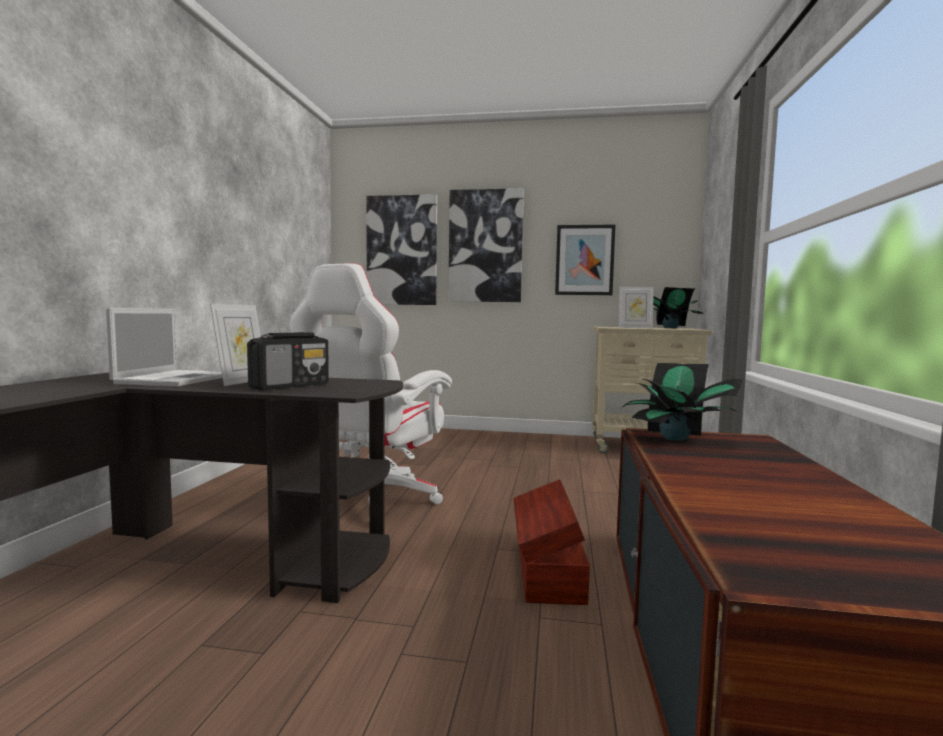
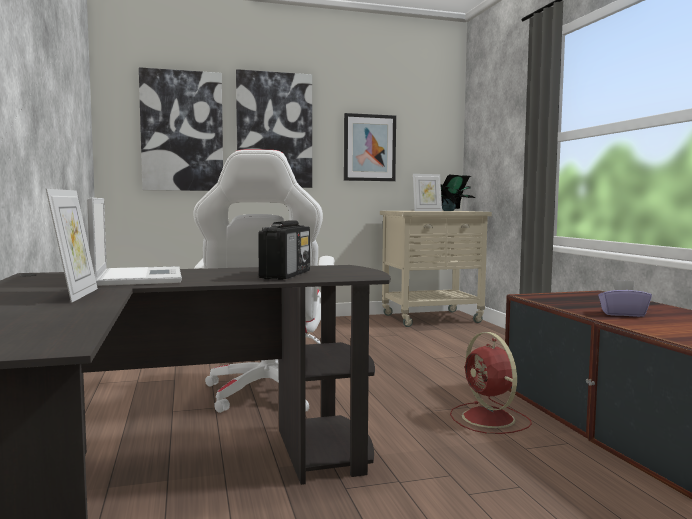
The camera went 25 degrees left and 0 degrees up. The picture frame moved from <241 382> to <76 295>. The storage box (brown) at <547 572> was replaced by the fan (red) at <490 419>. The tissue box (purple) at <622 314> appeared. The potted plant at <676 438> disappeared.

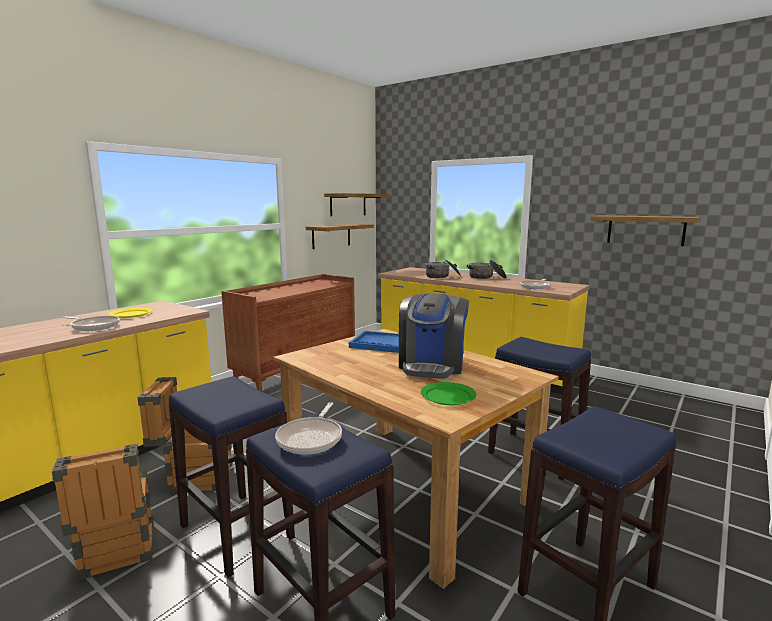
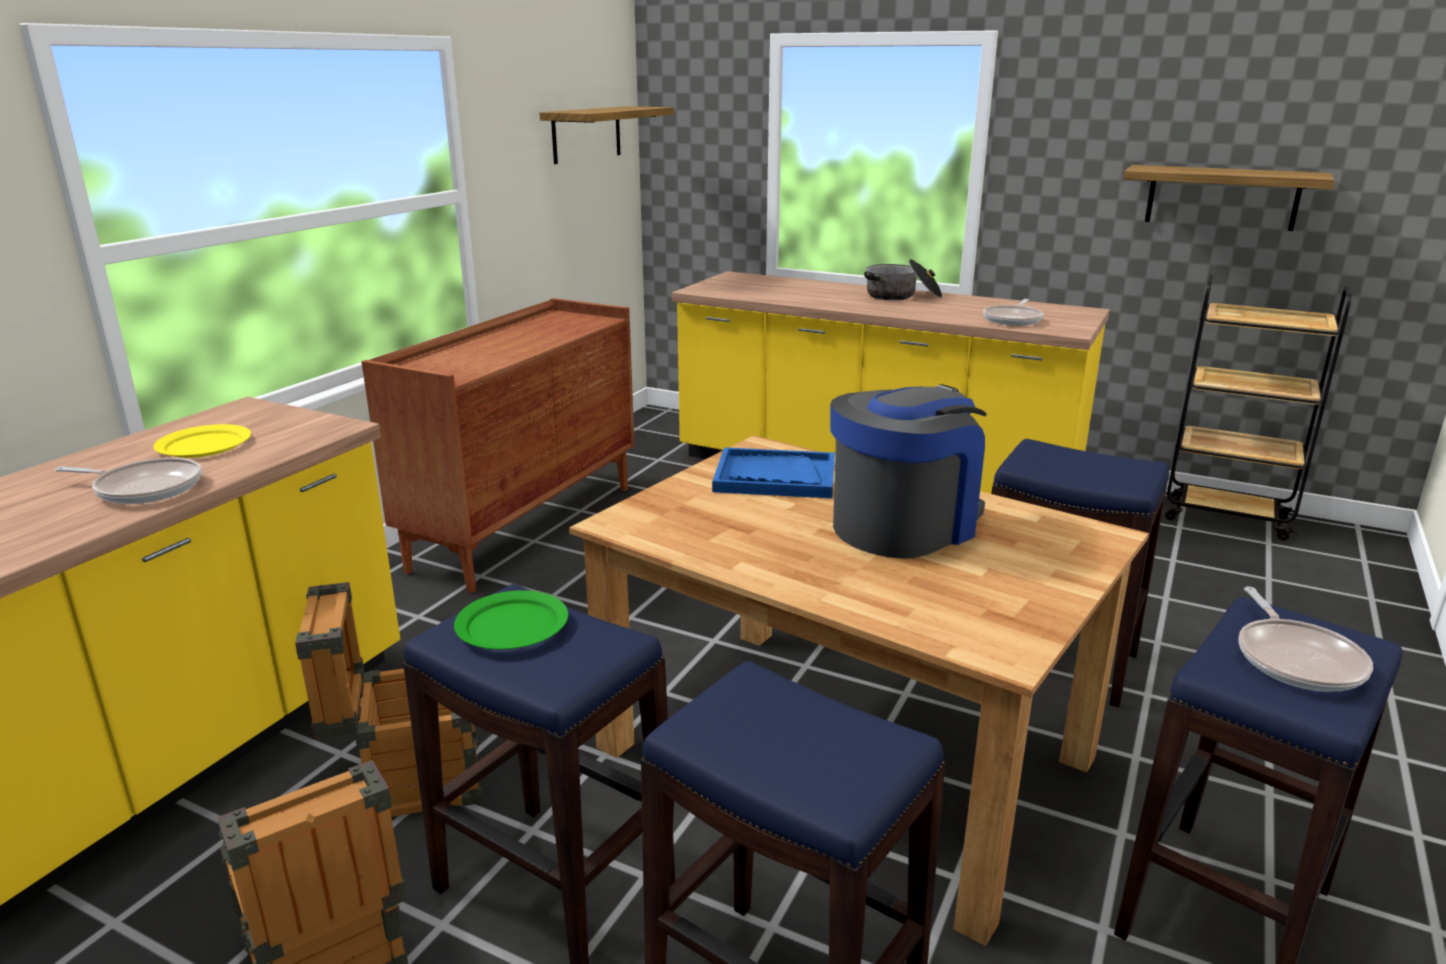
The camera went 10 degrees left and 10 degrees up. The plate (green) moved from <448 396> to <513 625>. The coffee machine at <432 365> turned 135 degrees counterclockwise. The cart (brown) at <1227 518> appeared. The frying pan moved from <311 438> to <1296 659>. The shelf at <331 236> disappeared. The cooking pot at <442 276> disappeared.

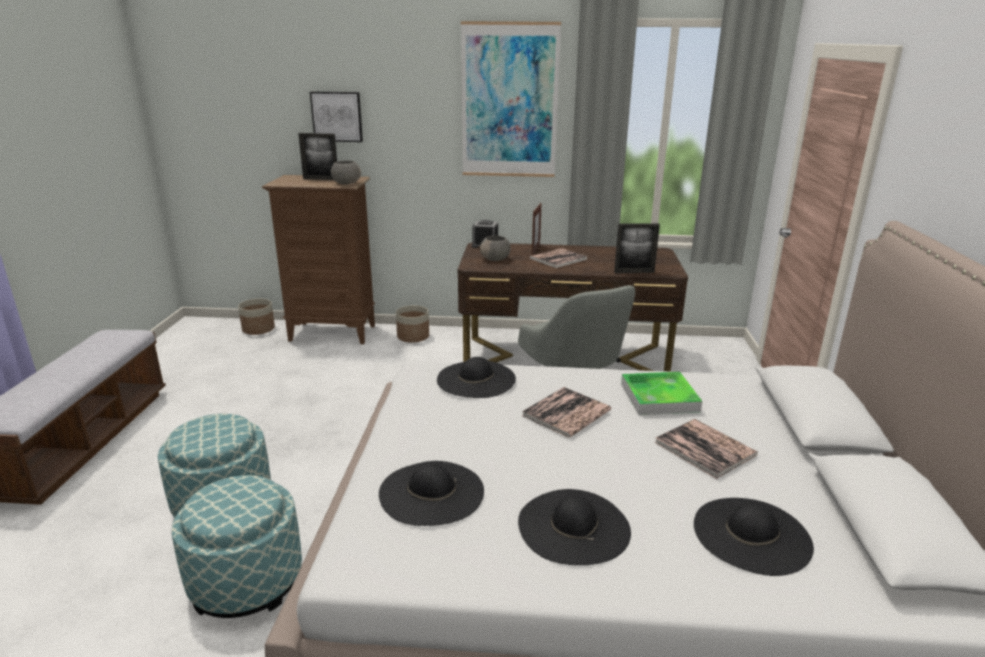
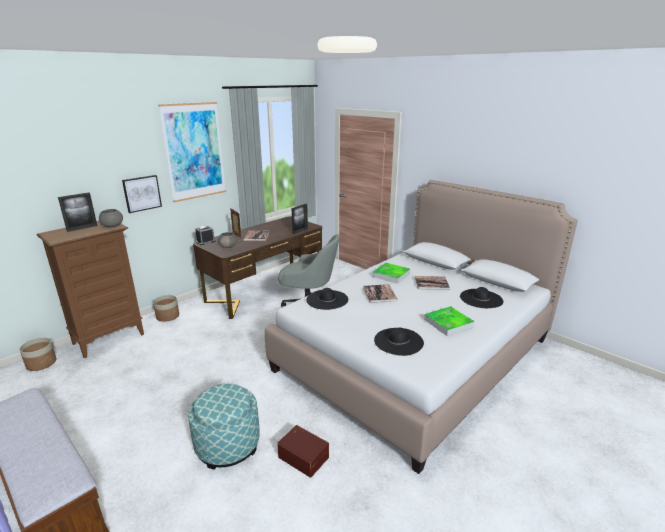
The camera went 50 degrees left and 0 degrees up. The picture moved from <337 116> to <142 193>. The ottoman at <246 581> was replaced by the storage box (brown) at <304 456>. The hat (black) at <573 526> was replaced by the tray at <448 323>.

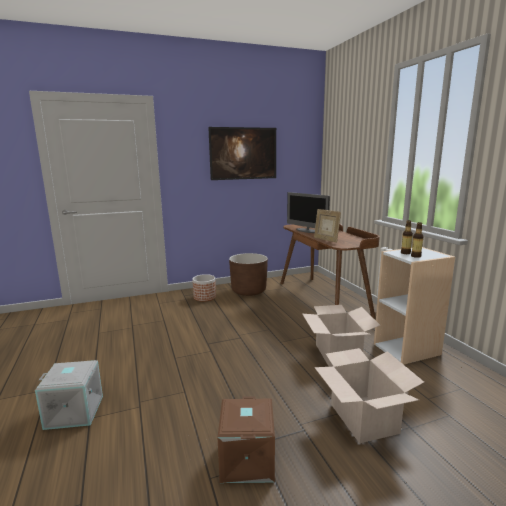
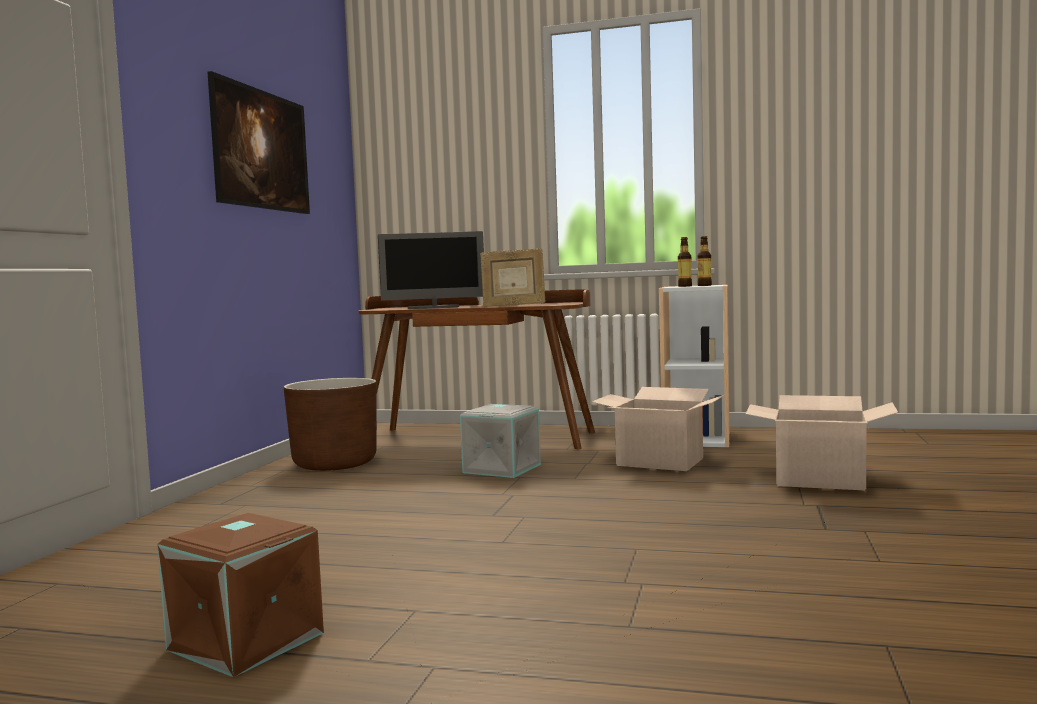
The camera went 55 degrees left and 10 degrees down. The storage box (brown) moved from <246 459> to <243 642>. The storage box (grey) moved from <75 411> to <501 468>. The planter at <204 297> disappeared.

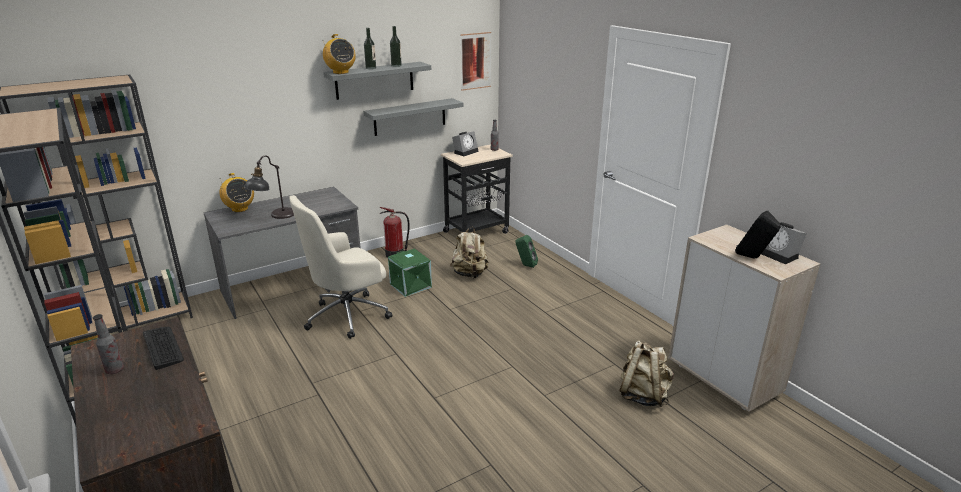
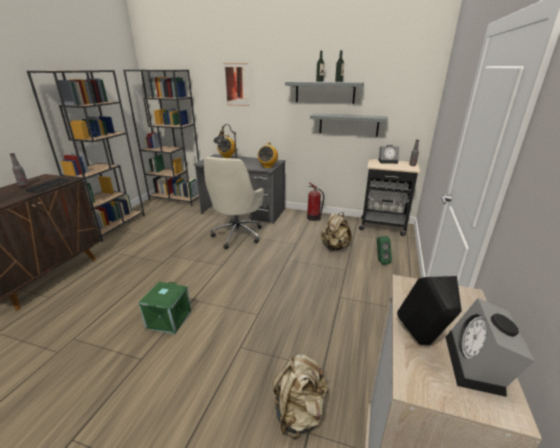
The camera went 50 degrees right and 0 degrees up. The storage box (green) moved from <411 285> to <169 320>. The office chair (beige) at <347 317> turned 90 degrees counterclockwise. The picture moved from <475 61> to <236 85>. The radio moved from <340 72> to <267 166>.

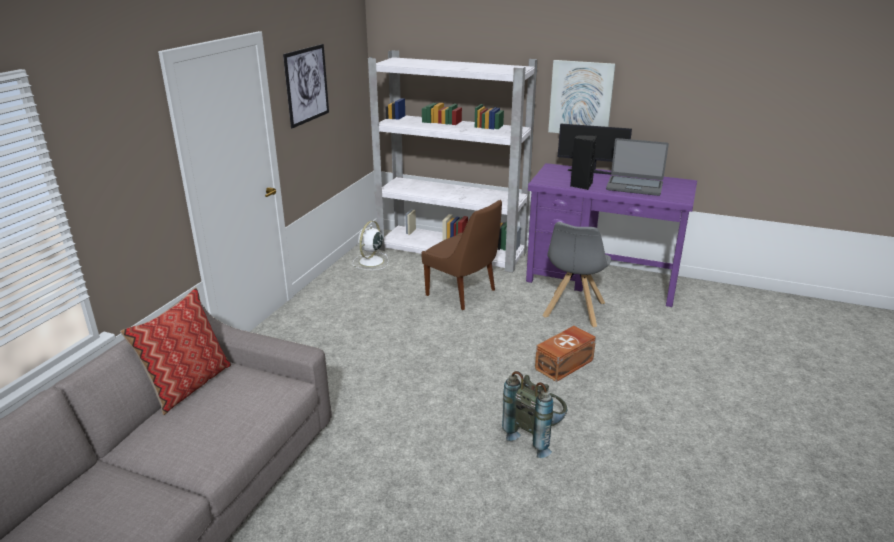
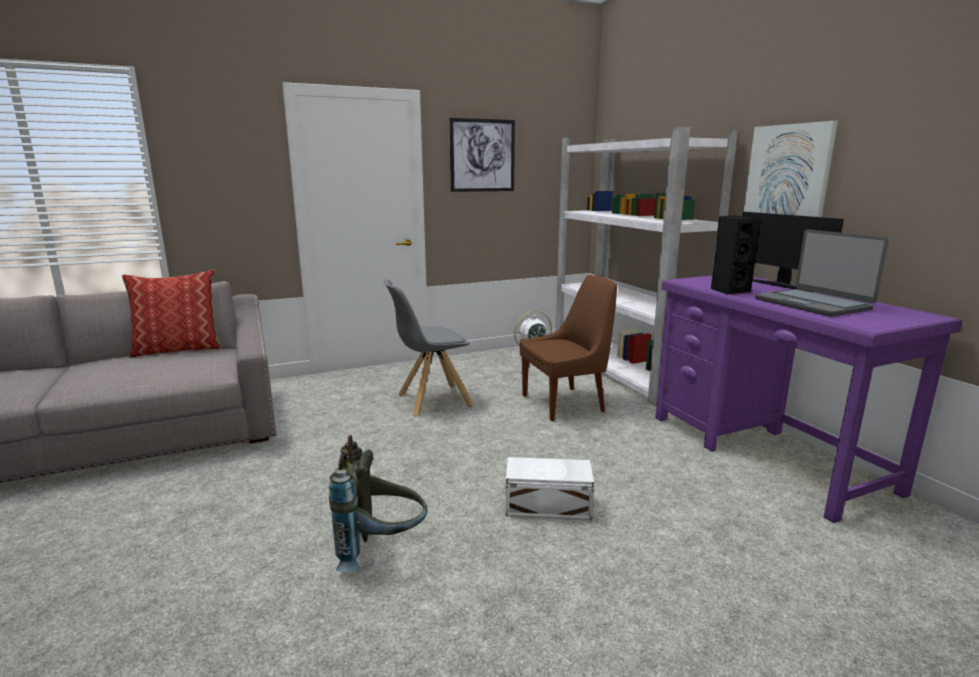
The camera went 45 degrees right and 10 degrees down. The chair (grey) moved from <573 311> to <431 400>. The storage box (brown) at <565 364> became the storage box (white) at <549 506>. The chair (brown) at <463 293> turned 105 degrees counterclockwise.

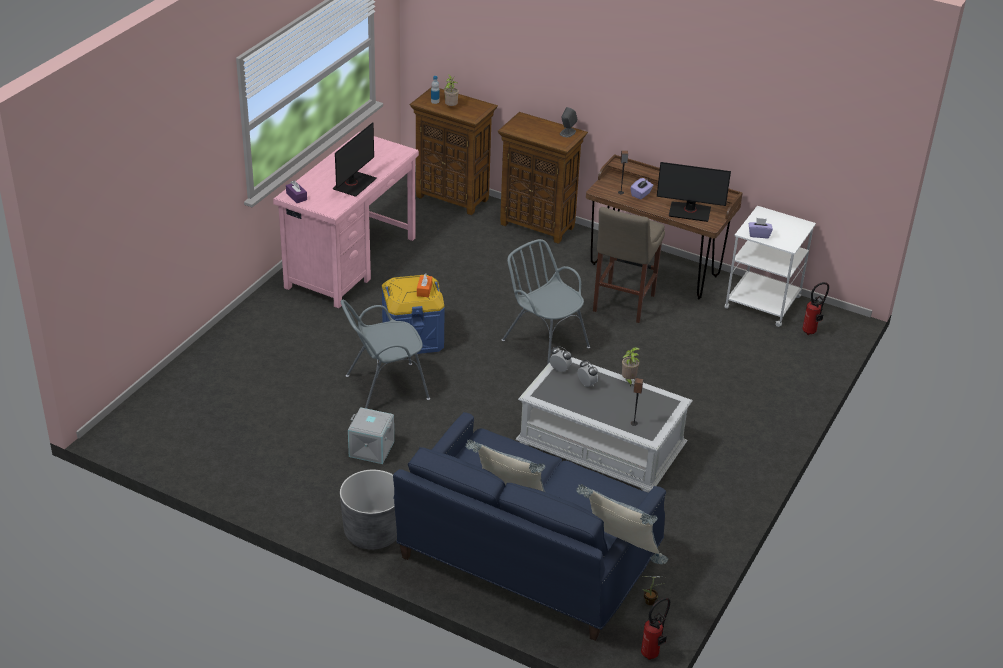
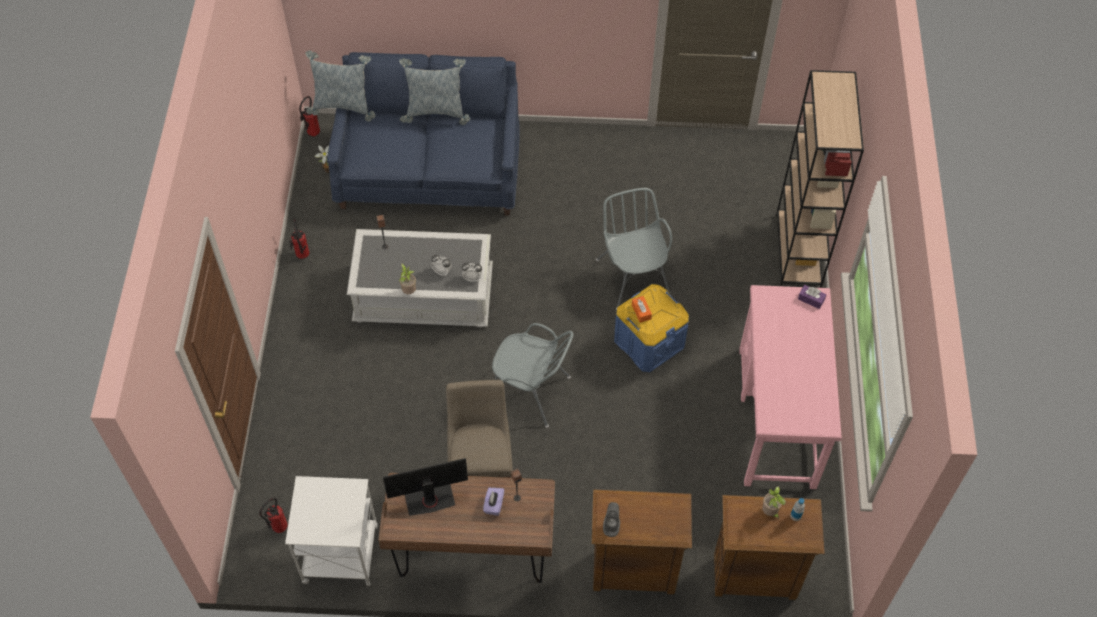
The camera went 155 degrees right and 20 degrees up. The fire extinguisher at <302 257> appeared. The chair (grey) at <384 388> turned 60 degrees counterclockwise. The bookcase (beige) at <798 251> appeared. The monitor at <354 184> disappeared. The planter (grey) at <373 532> disappeared. The storage box (grey) at <371 449> disappeared. The tissue box (purple) at <759 234> disappeared.

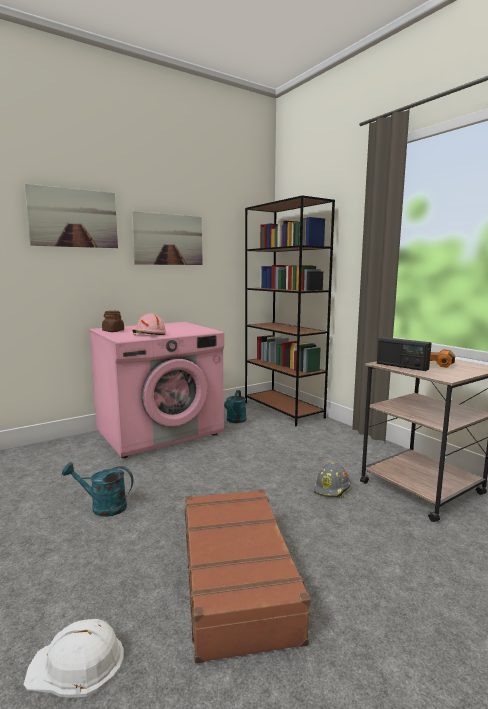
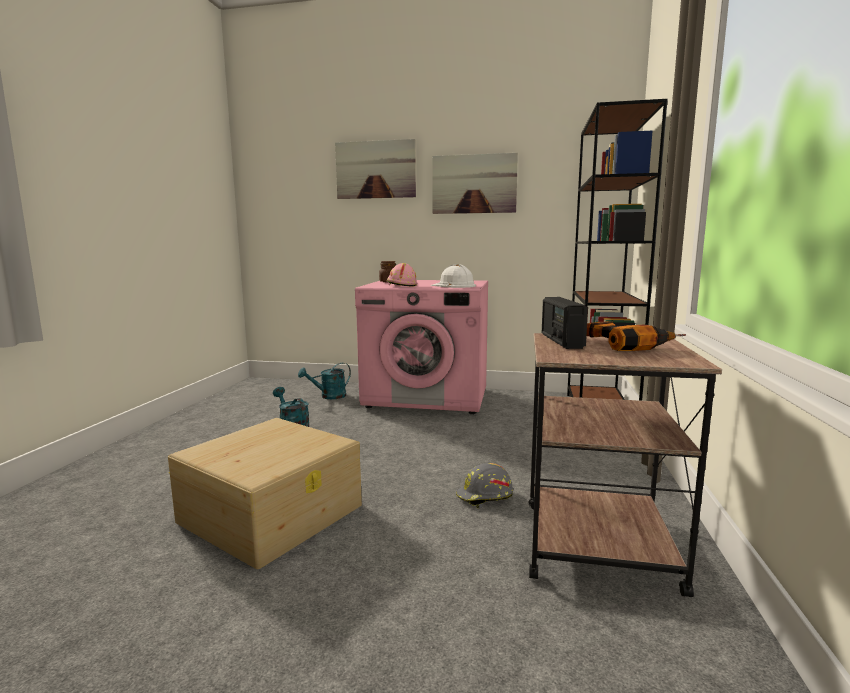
The camera went 45 degrees right and 0 degrees up. The suitcase (brown) at <238 578> was replaced by the storage box (beige) at <272 512>. The watering can (turquoise) moved from <235 421> to <329 396>. The hard hat (white) moved from <77 664> to <453 286>.

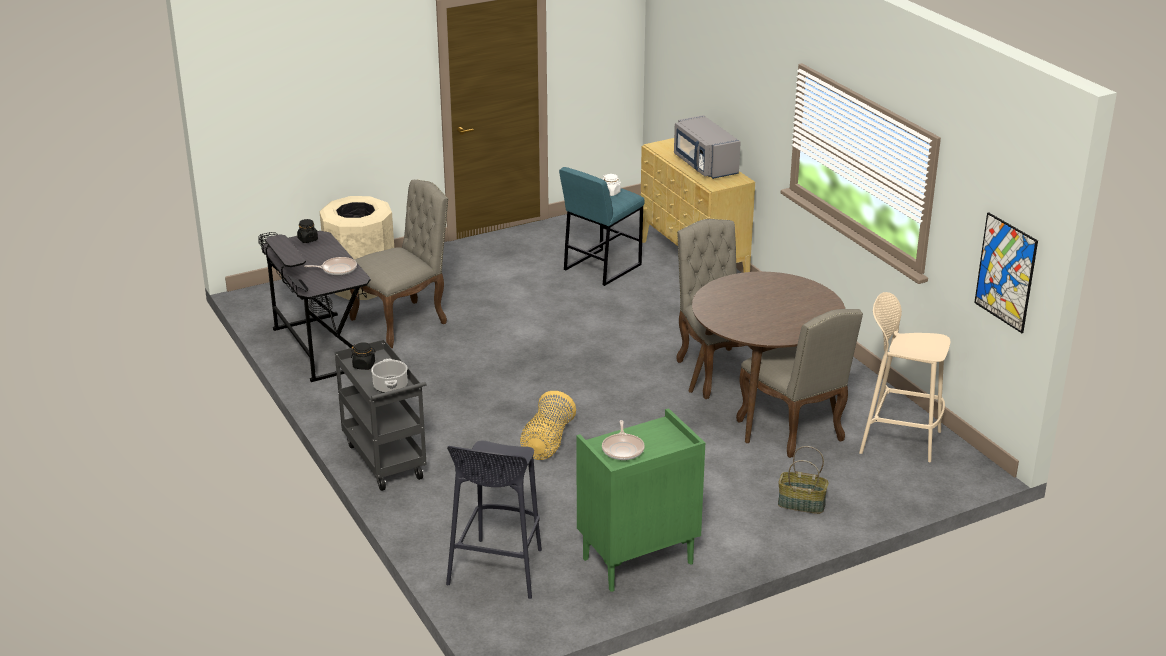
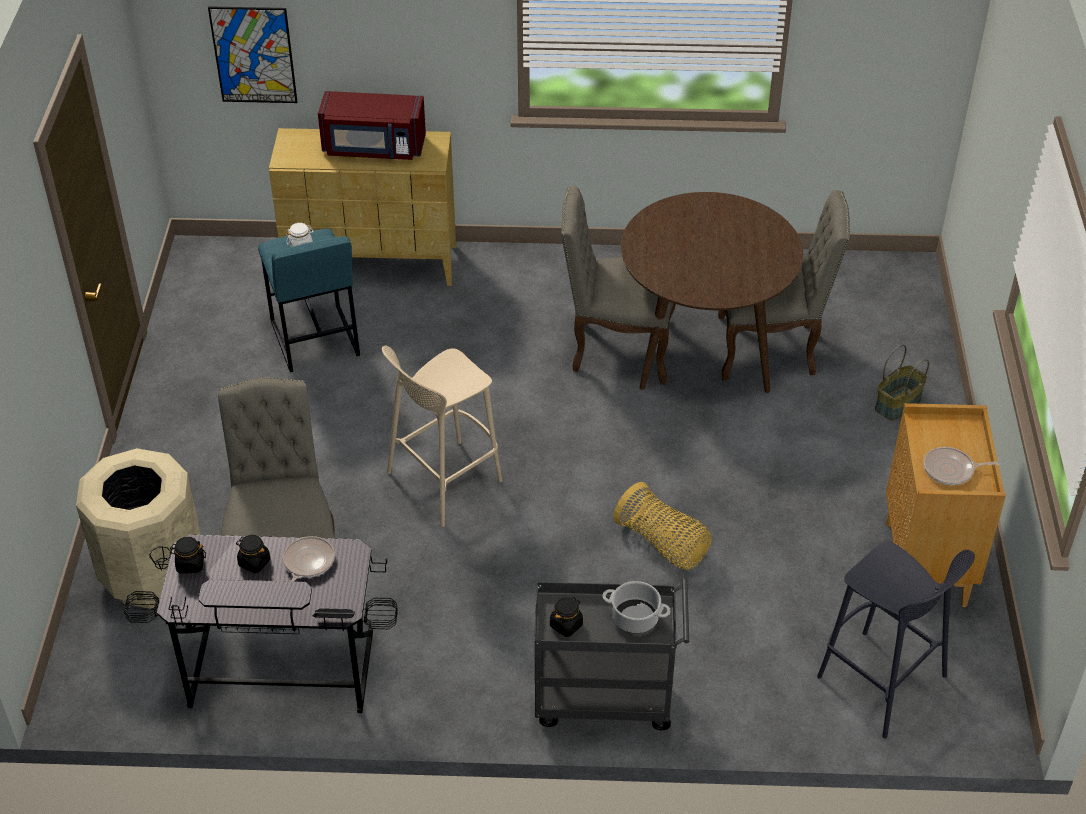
The camera went 60 degrees left and 15 degrees up. The picture moved from <1006 272> to <253 55>. The jar (black) at <254 562> appeared. The microwave (grey) at <704 165> became the microwave (red) at <374 148>. The stool (beige) moved from <898 439> to <444 481>. The cabinet (green) at <637 561> became the cabinet (brown) at <925 564>. The frying pan at <623 449> turned 150 degrees clockwise.

